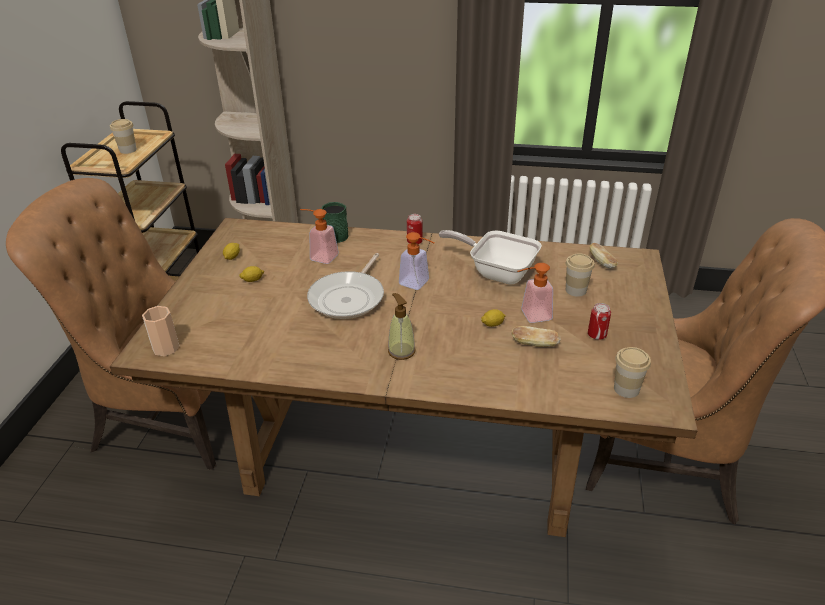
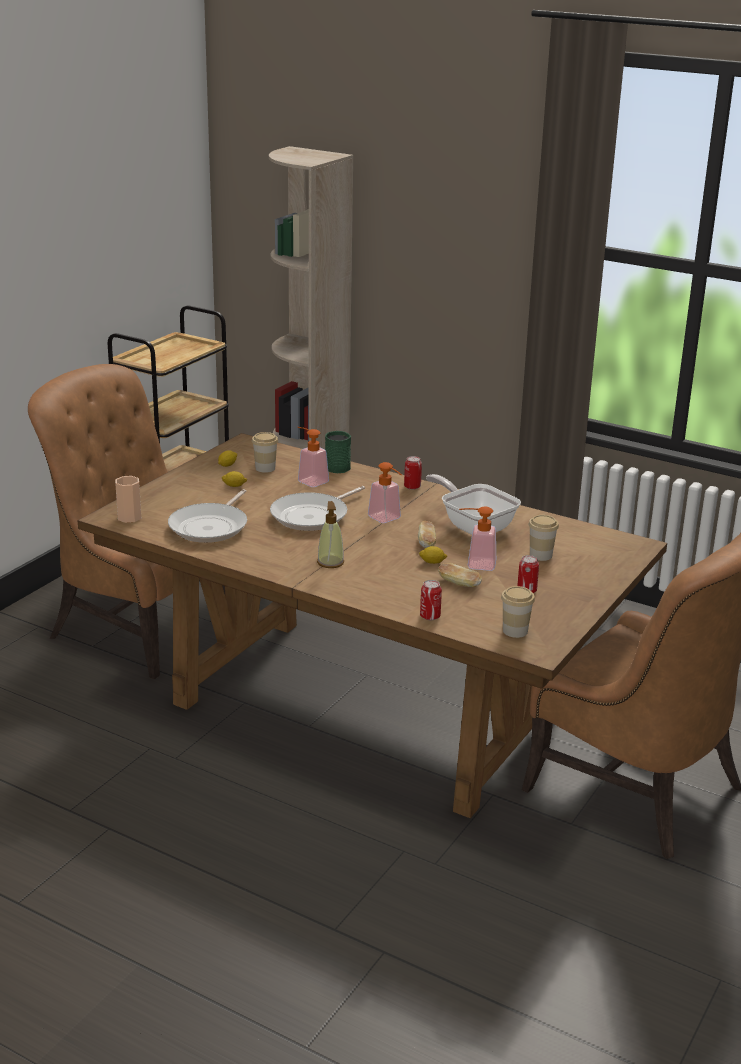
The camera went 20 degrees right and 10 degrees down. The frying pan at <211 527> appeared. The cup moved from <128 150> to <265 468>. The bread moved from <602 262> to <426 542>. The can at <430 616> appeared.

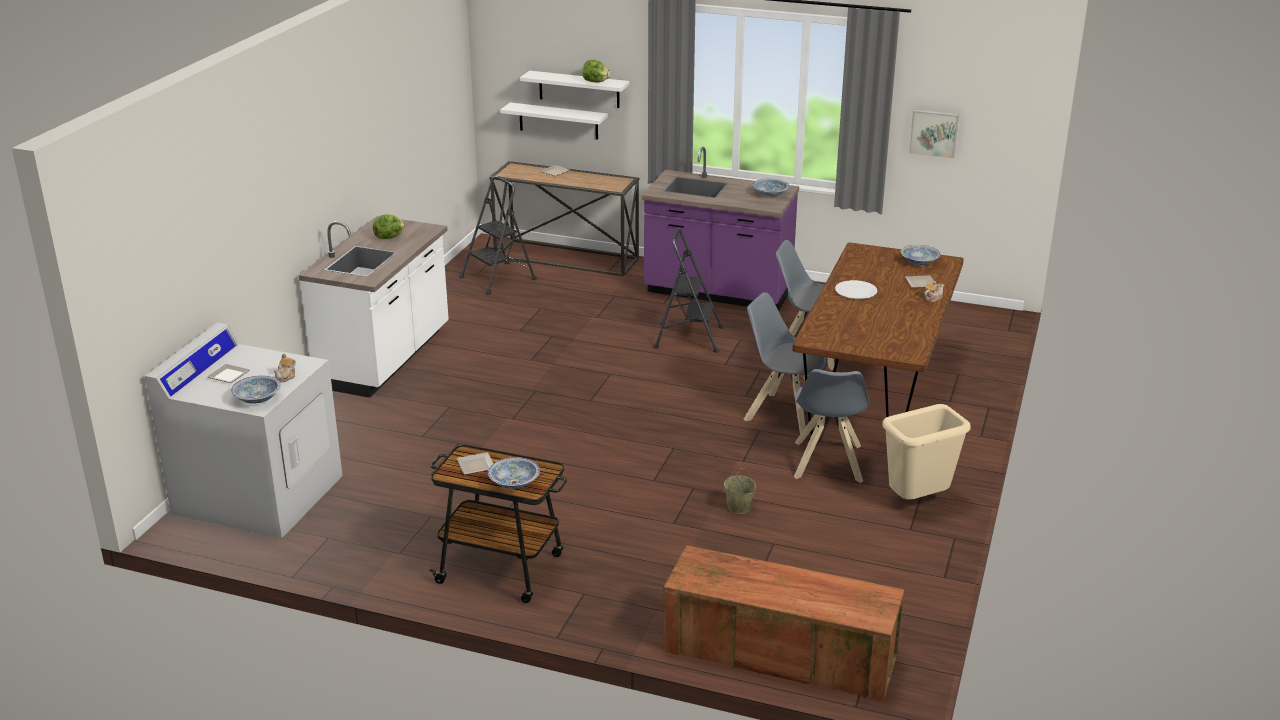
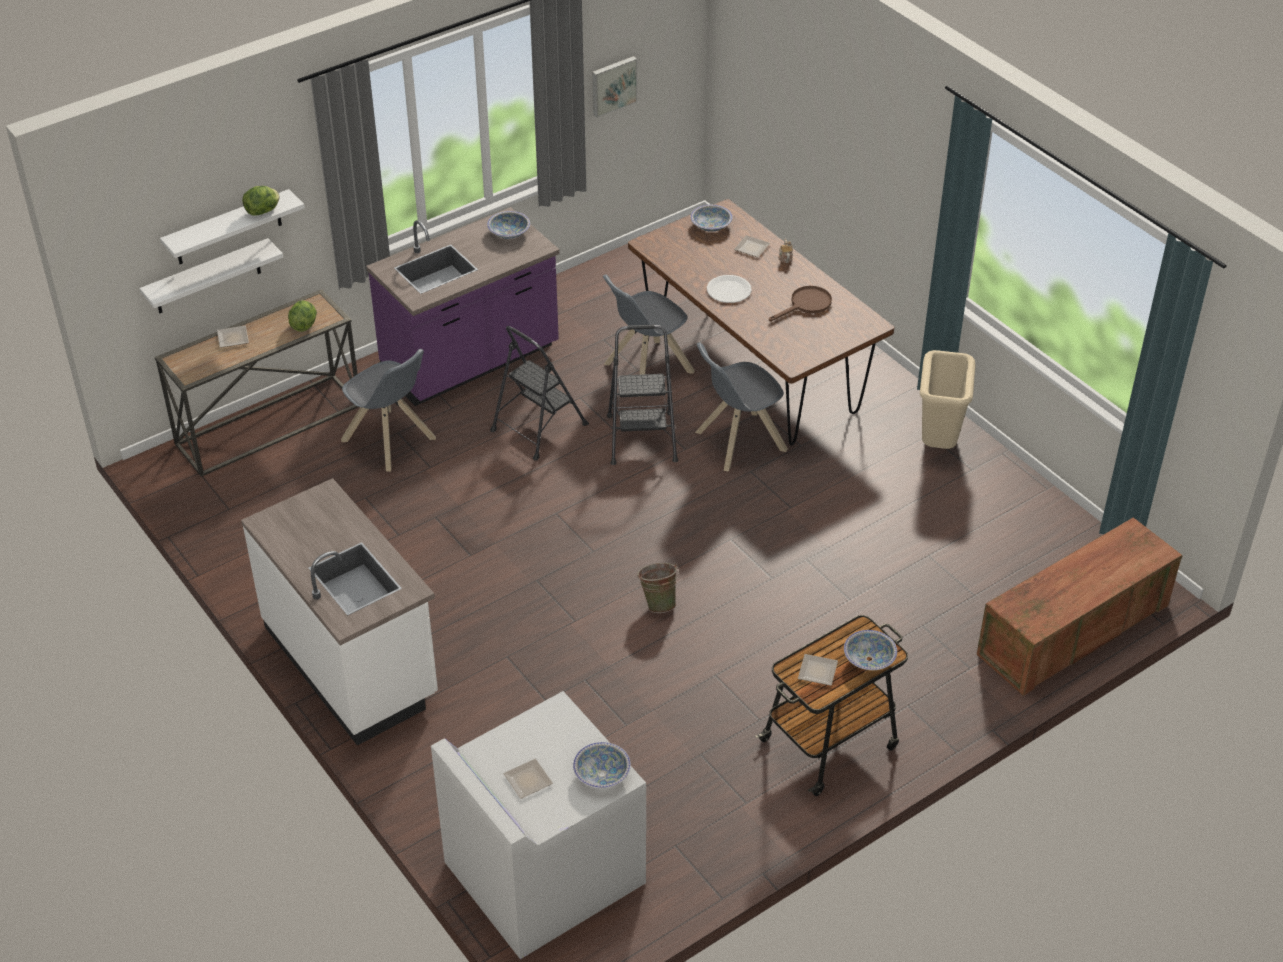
The camera went 55 degrees left and 15 degrees up. The lettuce moved from <389 237> to <304 325>. The chair (grey) moved from <827 463> to <390 441>. The step ladder (black) moved from <500 277> to <642 435>. The bucket (green) at <658 602> appeared. The frying pan (brown) at <806 305> appeared. The teapot at <286 377> disappeared. The bucket (beige) at <739 508> disappeared.

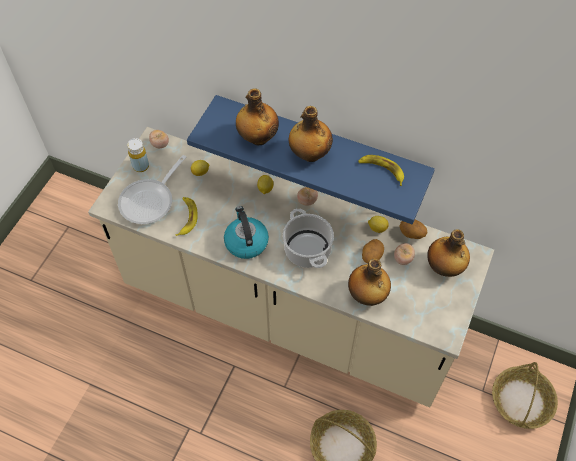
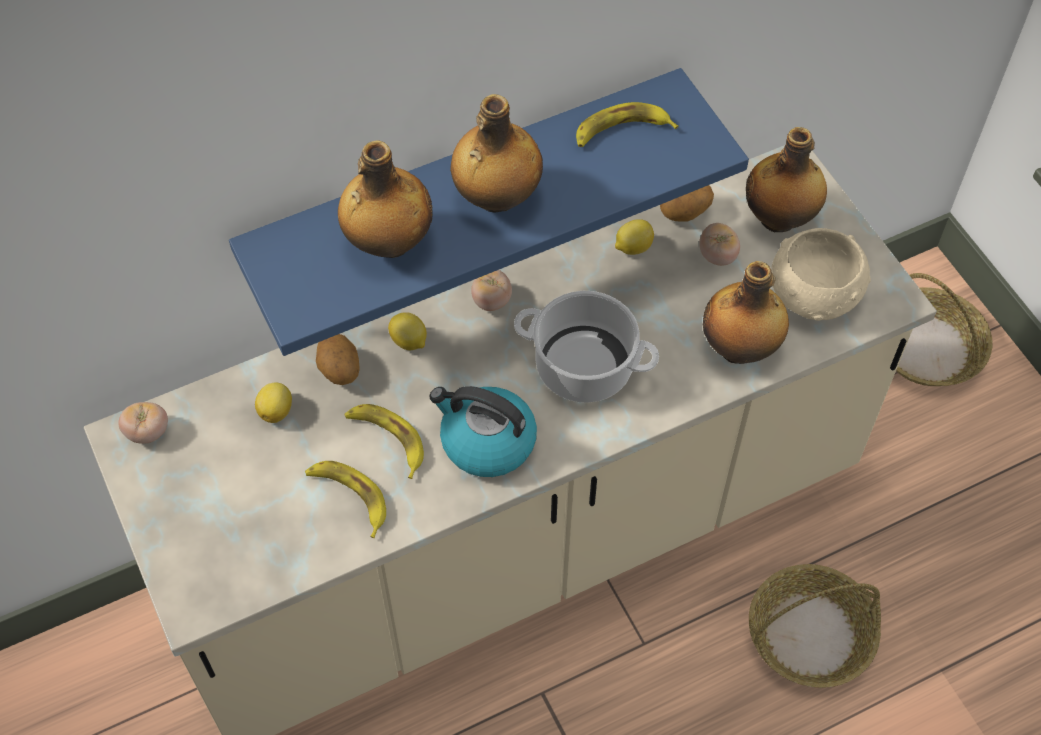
The camera went 50 degrees left and 0 degrees up. The potato moved from <371 256> to <339 370>. The banana at <387 439> appeared. The bowl (beige) at <812 294> appeared. The frying pan at <150 201> disappeared. The bottle (yellow) at <141 166> disappeared.

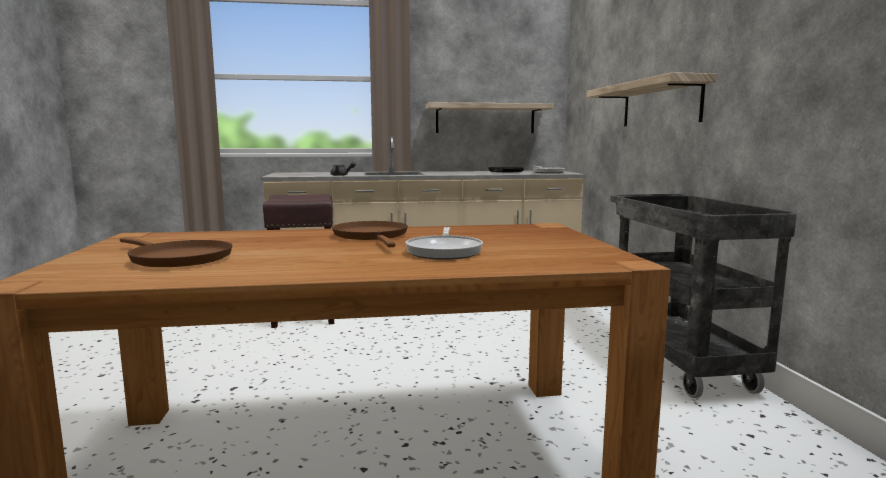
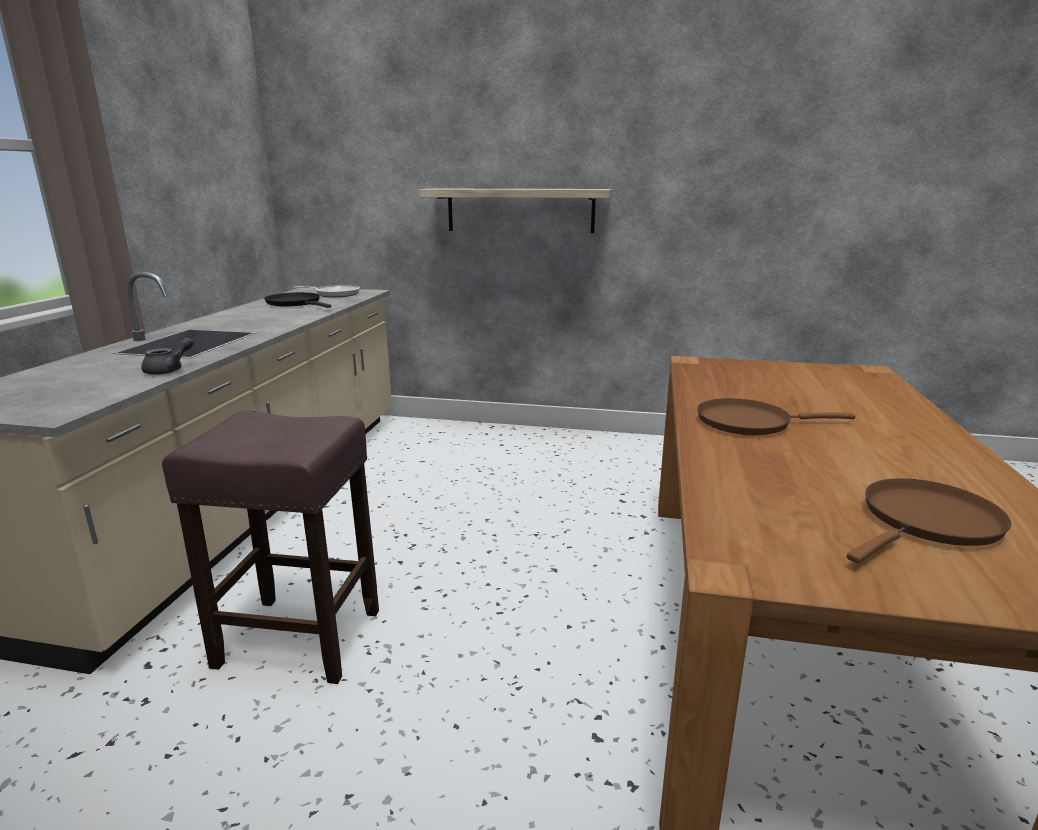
The camera went 70 degrees left and 10 degrees up. The frying pan at <444 251> disappeared. The shelf at <485 119> disappeared. The cart (black) at <677 363> disappeared.

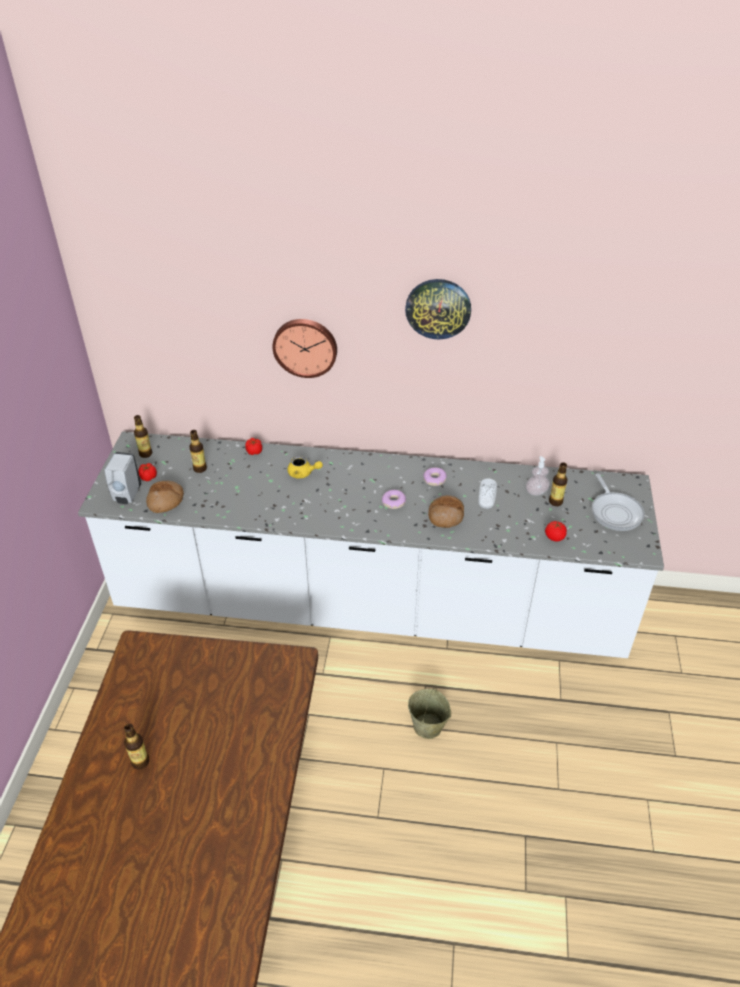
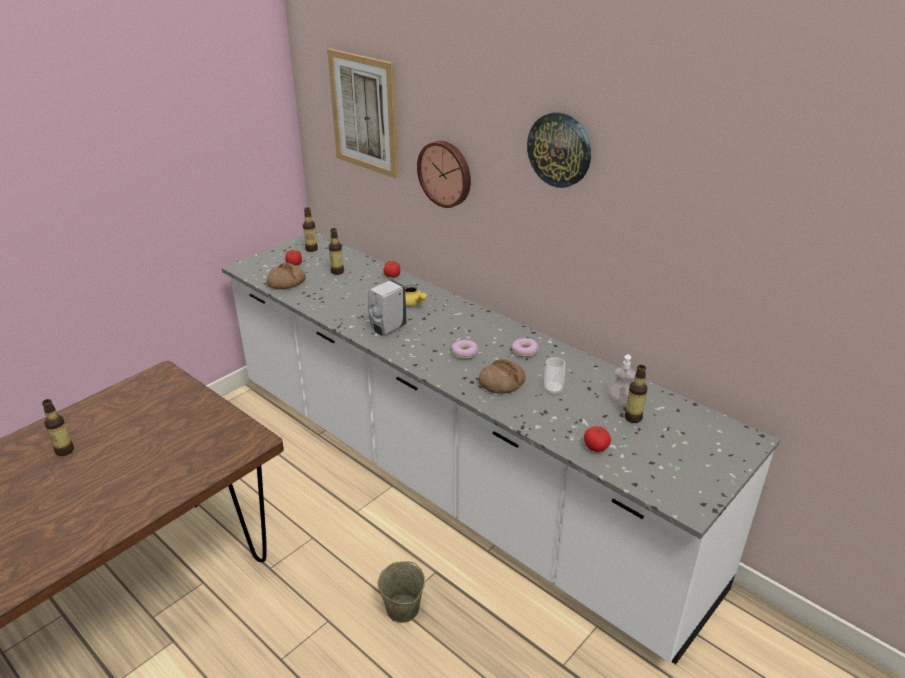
The camera went 35 degrees right and 10 degrees down. The picture at <364 113> appeared. The soap dispenser (white) moved from <127 495> to <387 329>. The frying pan at <615 512> disappeared.

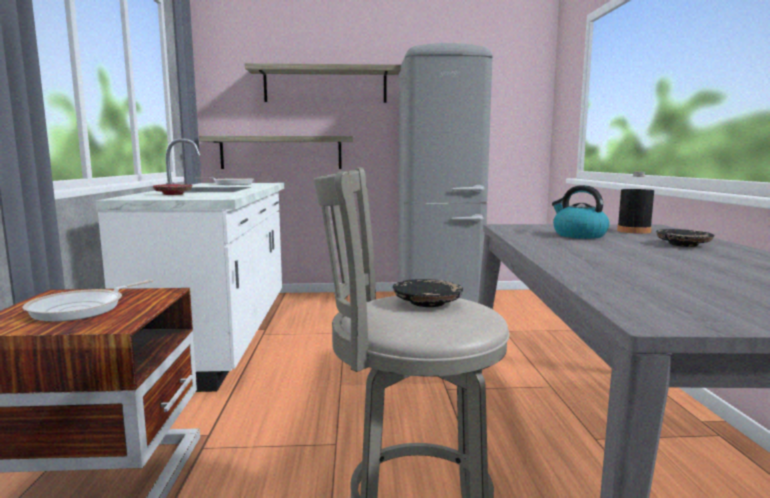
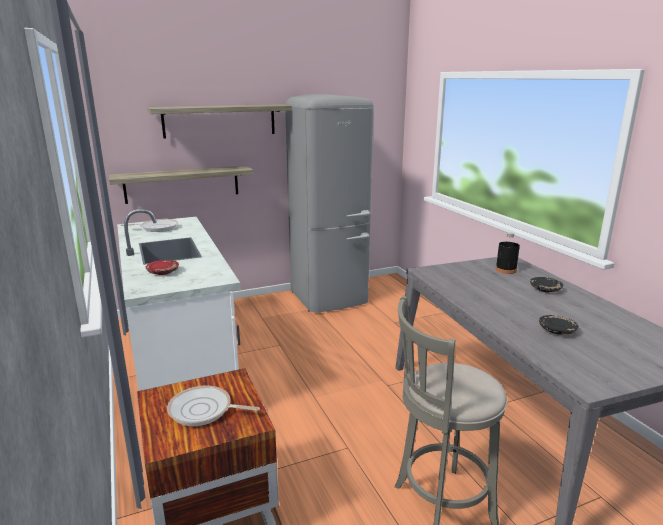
The camera went 20 degrees left and 10 degrees up. The frying pan at <82 309> turned 90 degrees clockwise. The plate (black) moved from <427 303> to <556 330>. The kettle at <578 235> disappeared.

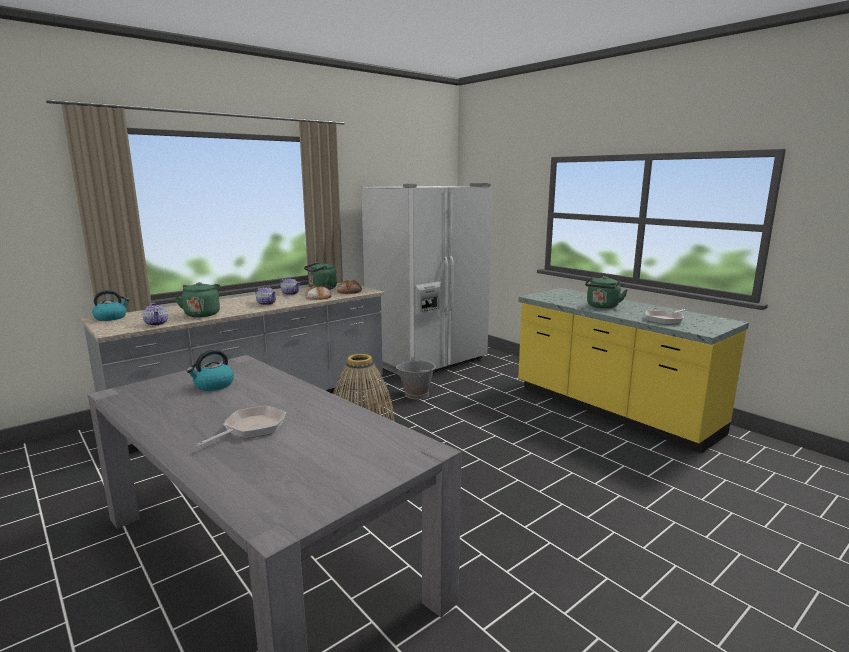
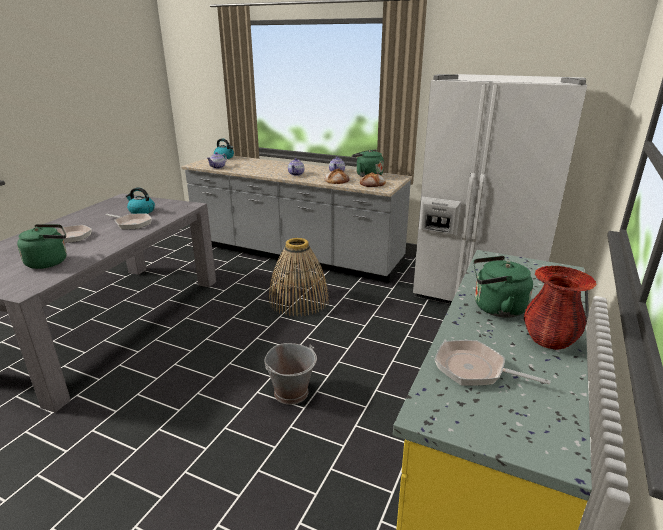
The camera went 65 degrees right and 10 degrees up. The kettle (green) moved from <202 314> to <50 262>. The frying pan at <132 223> appeared. The bucket (grey) moved from <417 394> to <292 392>. The vase (red) at <549 340> appeared.

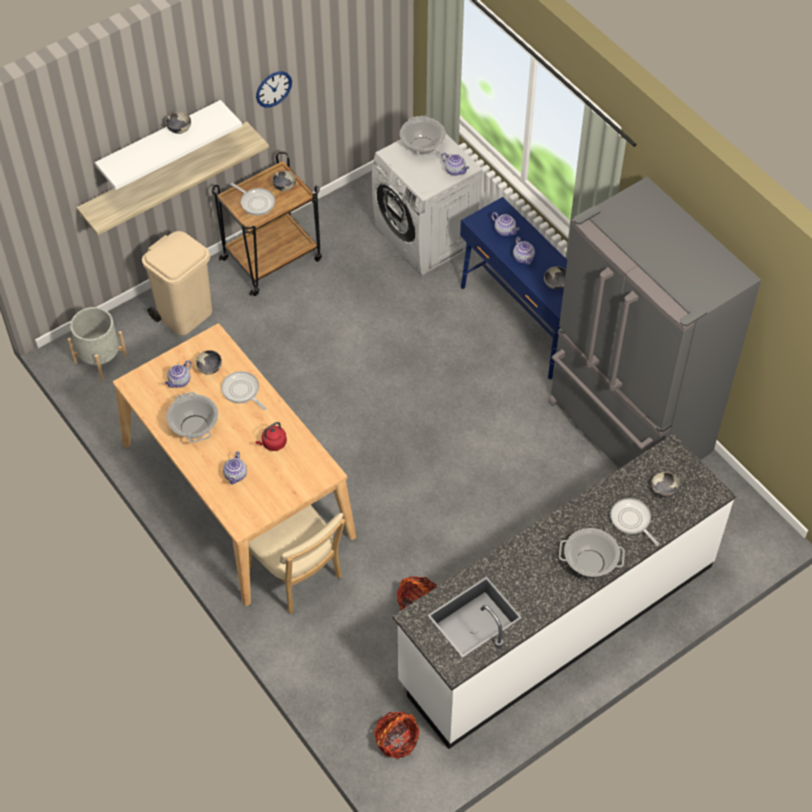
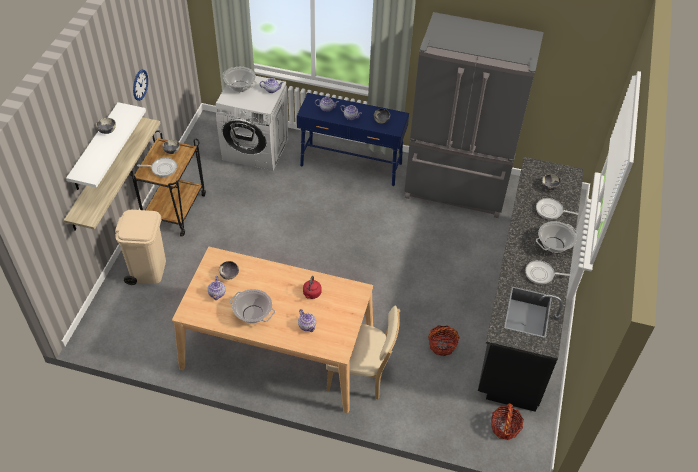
The camera went 40 degrees left and 5 degrees down. The counter (white) at <557 623> became the counter (black) at <521 306>. The frying pan moved from <242 391> to <541 274>. The planter (grey) at <100 358> disappeared.

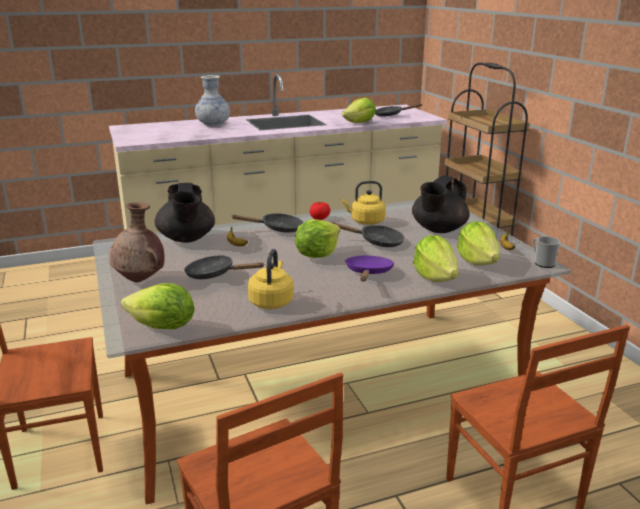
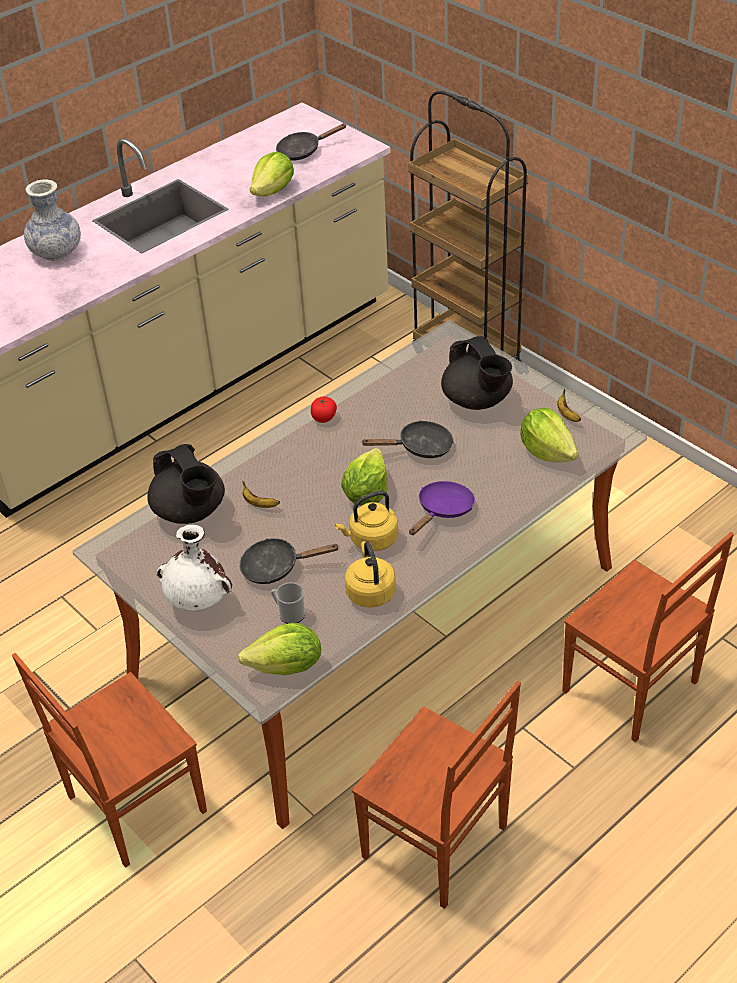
The camera went 20 degrees left and 20 degrees up. The vase (brown) at <141 279> became the vase (white) at <199 603>. The mug moved from <542 263> to <289 614>. The kettle (yellow) moved from <365 221> to <371 540>. The frying pan (purple) at <368 273> turned 45 degrees clockwise. The teapot (black) at <438 230> turned 45 degrees counterclockwise. The frying pan (black) at <278 229> disappeared. The lettuce at <435 277> disappeared.

